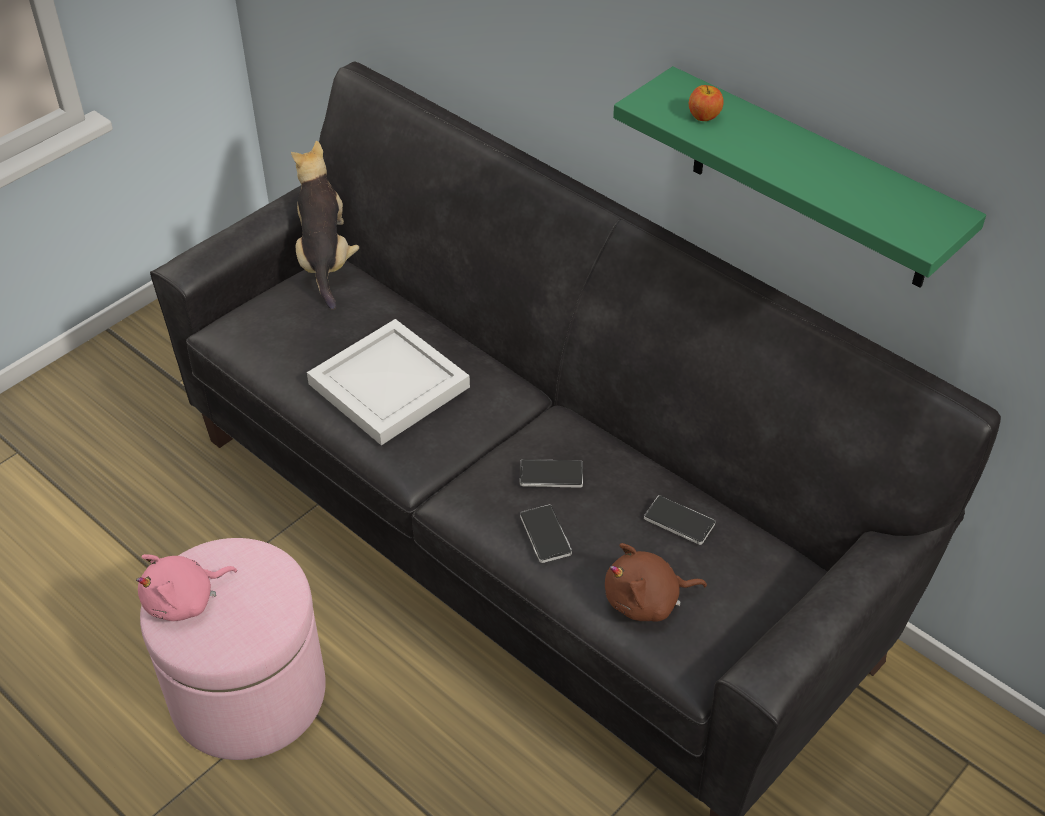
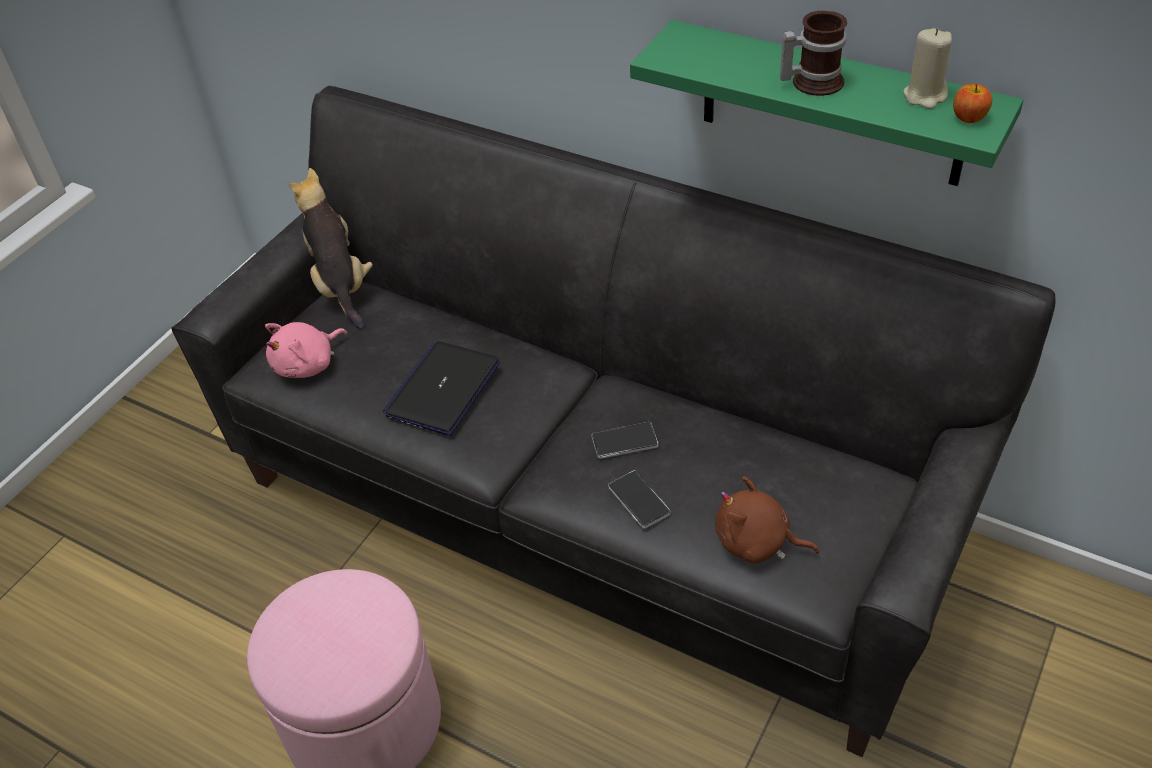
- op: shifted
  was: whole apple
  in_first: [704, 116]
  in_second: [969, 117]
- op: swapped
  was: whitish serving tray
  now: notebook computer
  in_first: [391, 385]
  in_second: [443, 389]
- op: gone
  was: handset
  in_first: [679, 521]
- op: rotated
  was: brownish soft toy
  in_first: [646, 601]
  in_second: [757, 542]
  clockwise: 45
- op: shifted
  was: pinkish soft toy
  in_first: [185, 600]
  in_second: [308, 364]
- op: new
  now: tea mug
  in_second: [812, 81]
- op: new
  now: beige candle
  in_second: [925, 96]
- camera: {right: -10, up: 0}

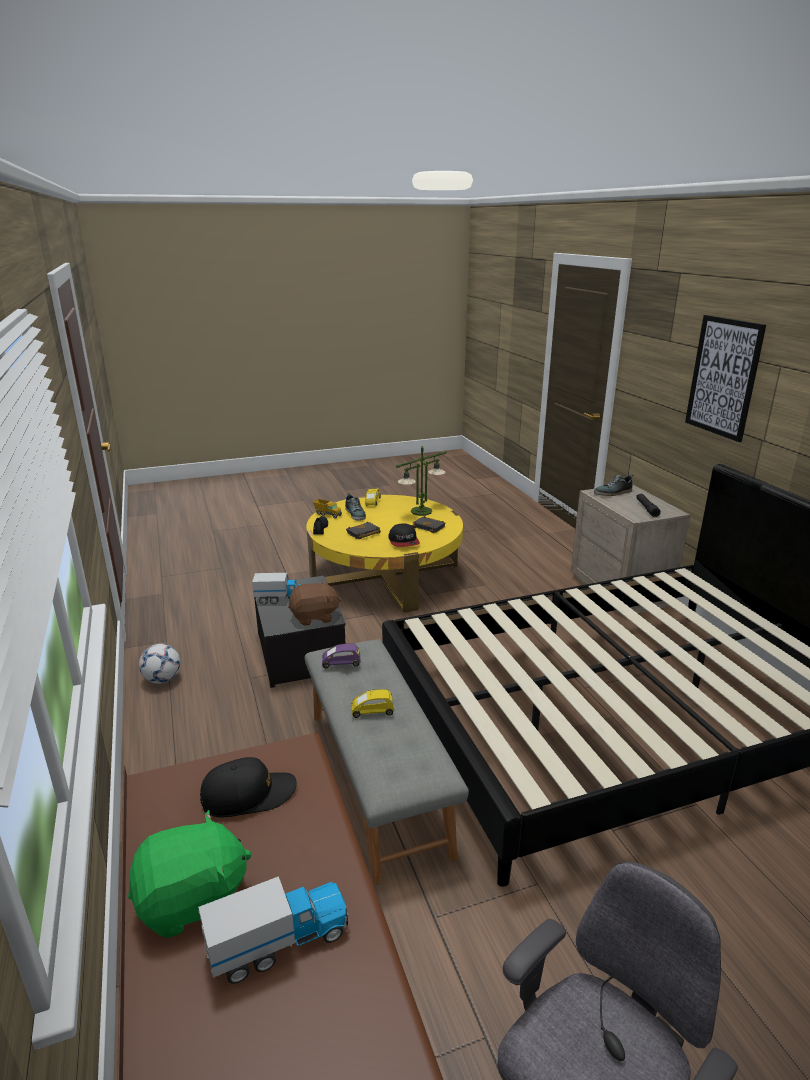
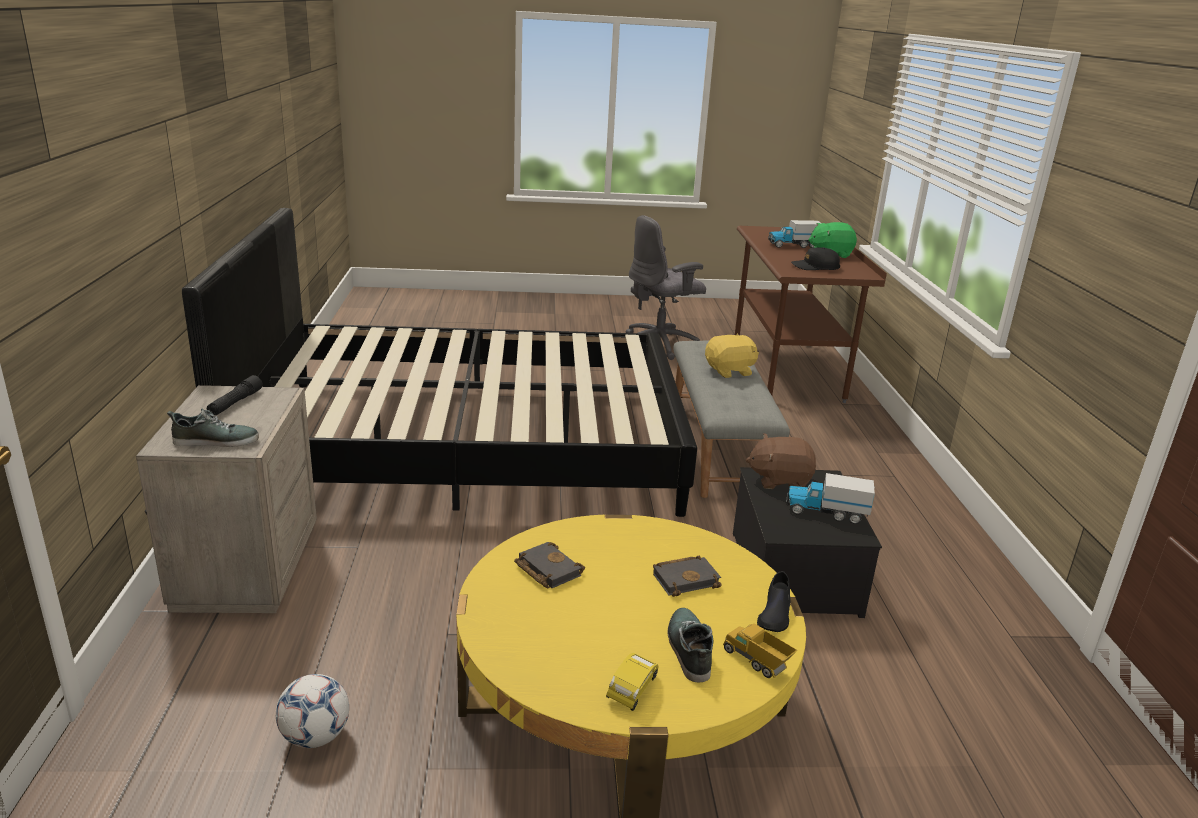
- op: gone
  was: wall picture
  in_first: [723, 377]
- op: gone
  was: lamp for a table
  in_first: [421, 511]
- op: gone
  was: cap
  in_first: [404, 541]
- op: gone
  was: purple model car
  in_first: [341, 664]
- op: shifted
  was: football
  in_first: [162, 679]
  in_second: [315, 737]
- op: swapped
  was: yellow-coloured model car
  now: yellow-coloured soft toy
  in_first: [372, 712]
  in_second: [730, 371]
- camera: {right: -165, up: 0}

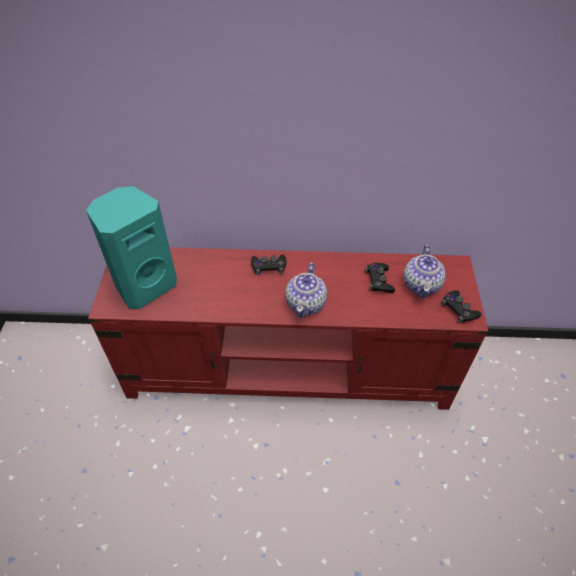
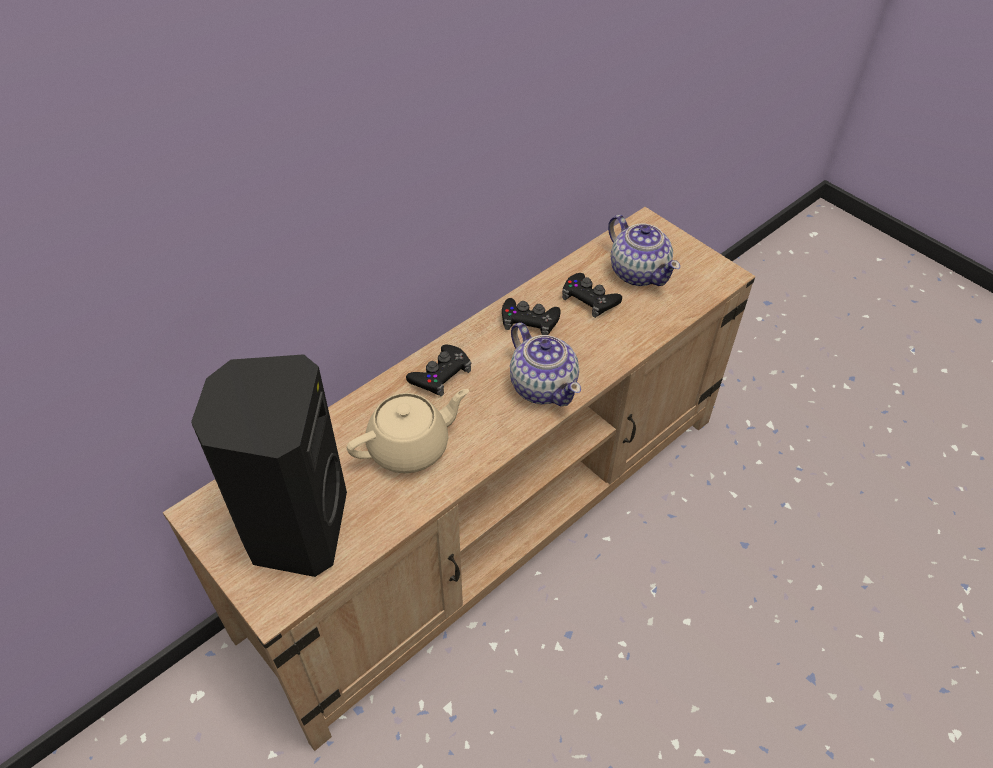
- op: repainted
  was: turquoise speaker
  now: black speaker
  in_first: [145, 285]
  in_second: [295, 527]
- op: repainted
  was: red tv unit
  now: beige tv unit
  in_first: [289, 368]
  in_second: [494, 519]
- op: shifted
  was: black game controller
  in_first: [459, 310]
  in_second: [529, 321]
- op: new
  now: beige pot for tea
  in_second: [410, 447]
- camera: {right: -45, up: 0}

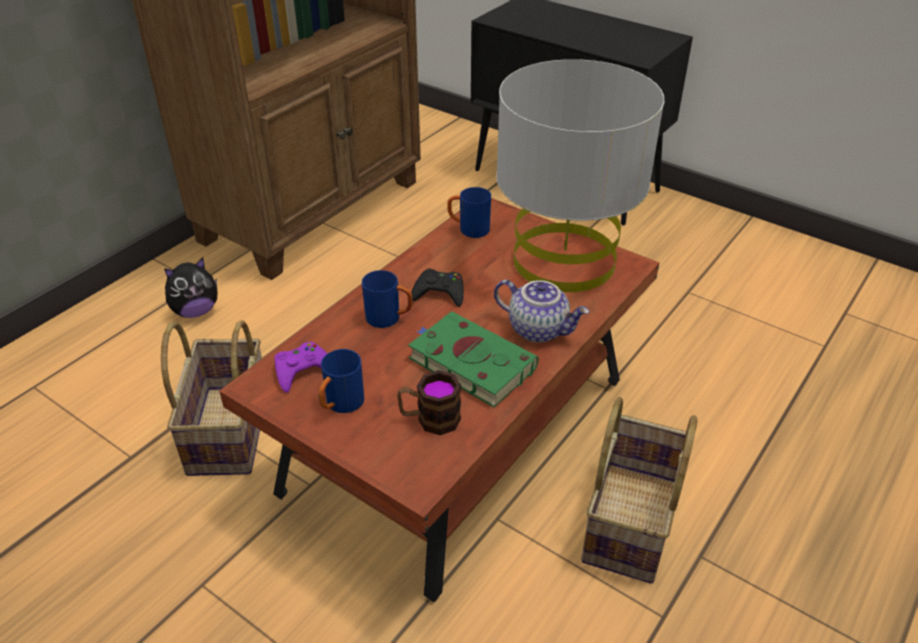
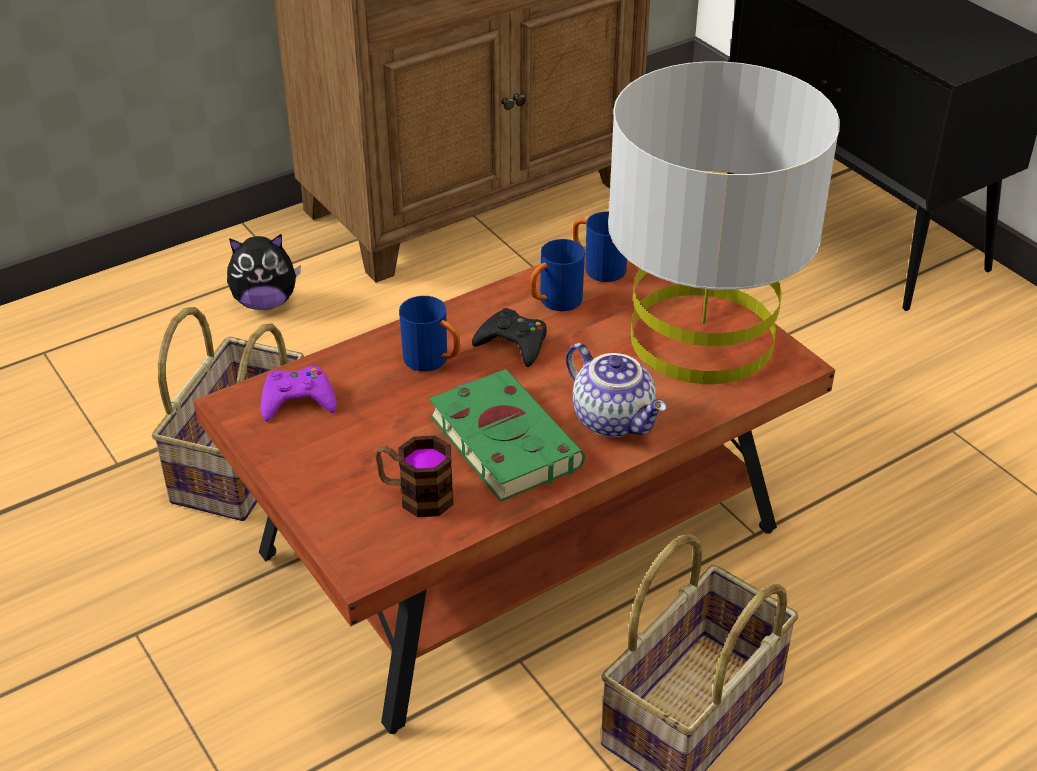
- op: shifted
  was: bluish tea mug
  in_first: [340, 405]
  in_second: [554, 303]
- camera: {right: 20, up: 0}

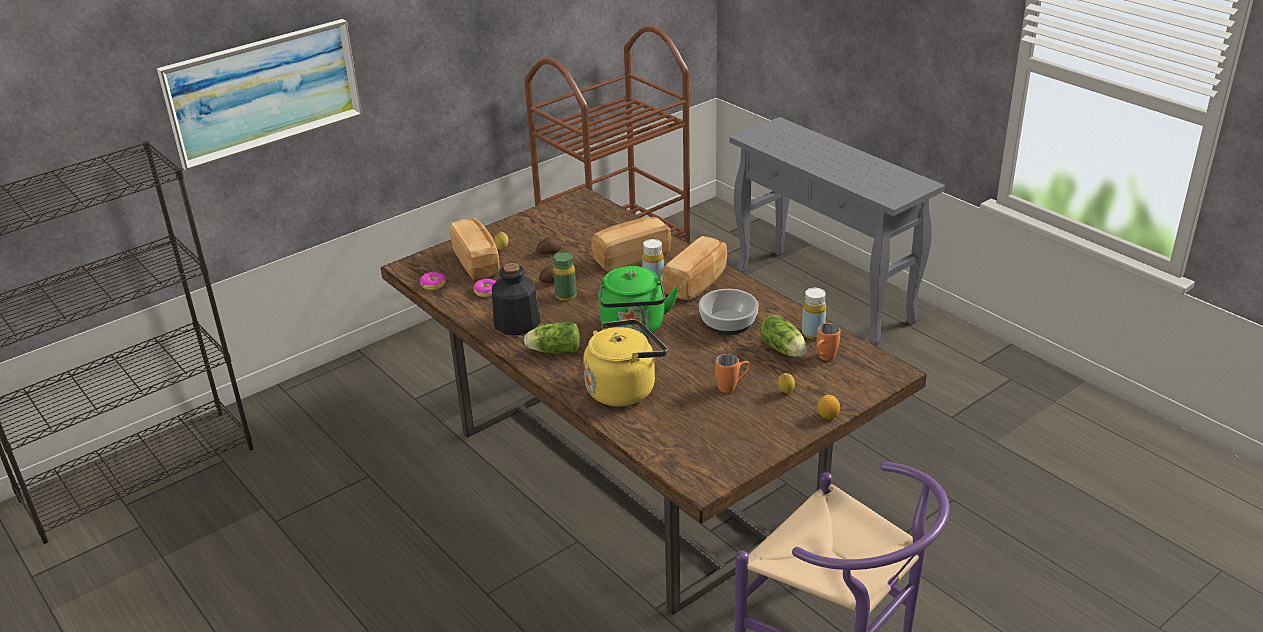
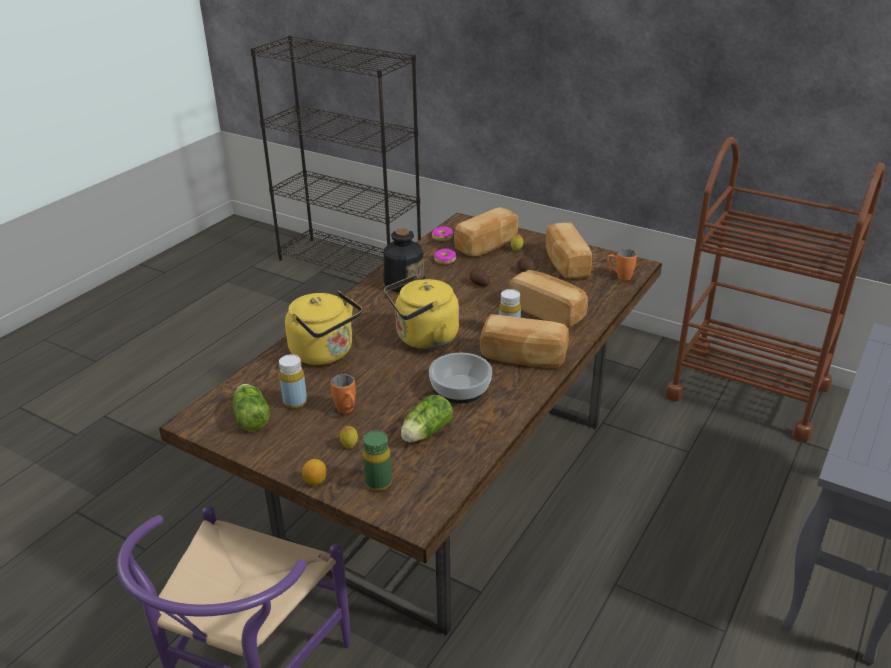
- op: gone
  was: wall picture
  in_first: [263, 91]
- op: shifted
  was: greenish bottle
  in_first: [566, 295]
  in_second: [378, 482]
- op: repainted
  was: greenish water kettle
  now: yellow-coloured water kettle
  in_first: [633, 328]
  in_second: [423, 338]
- op: shifted
  was: yellow-coloured bottle
  in_first: [813, 333]
  in_second: [295, 402]
- op: shifted
  was: lettuce head
  in_first: [553, 350]
  in_second: [251, 417]
- op: shifted
  was: orange-coloured tea mug
  in_first: [824, 359]
  in_second: [619, 277]
- op: new
  now: bread
  in_second: [565, 264]
- camera: {right: 70, up: 0}

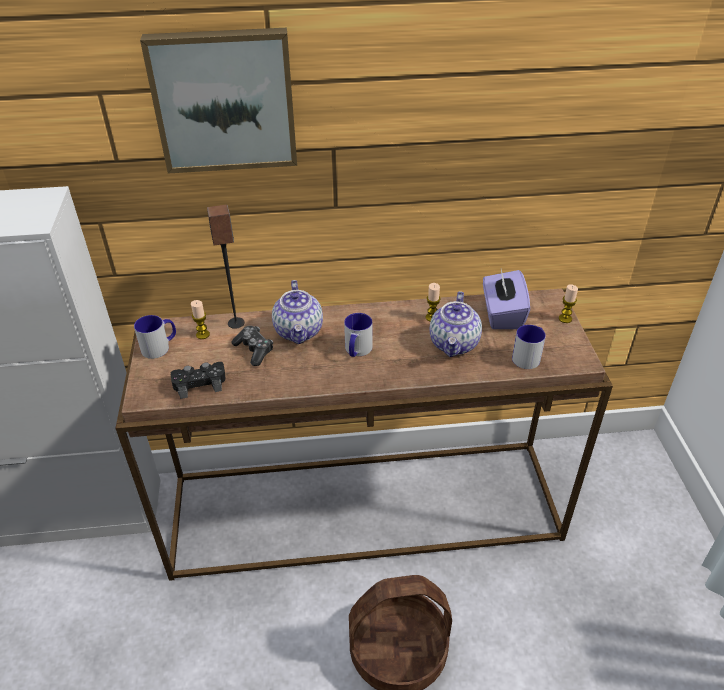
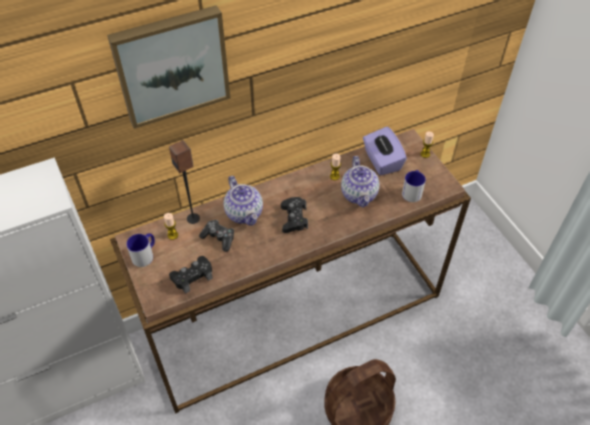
- op: swapped
  was: tea mug
  now: black game controller
  in_first: [357, 351]
  in_second: [294, 218]
- camera: {right: -20, up: 10}

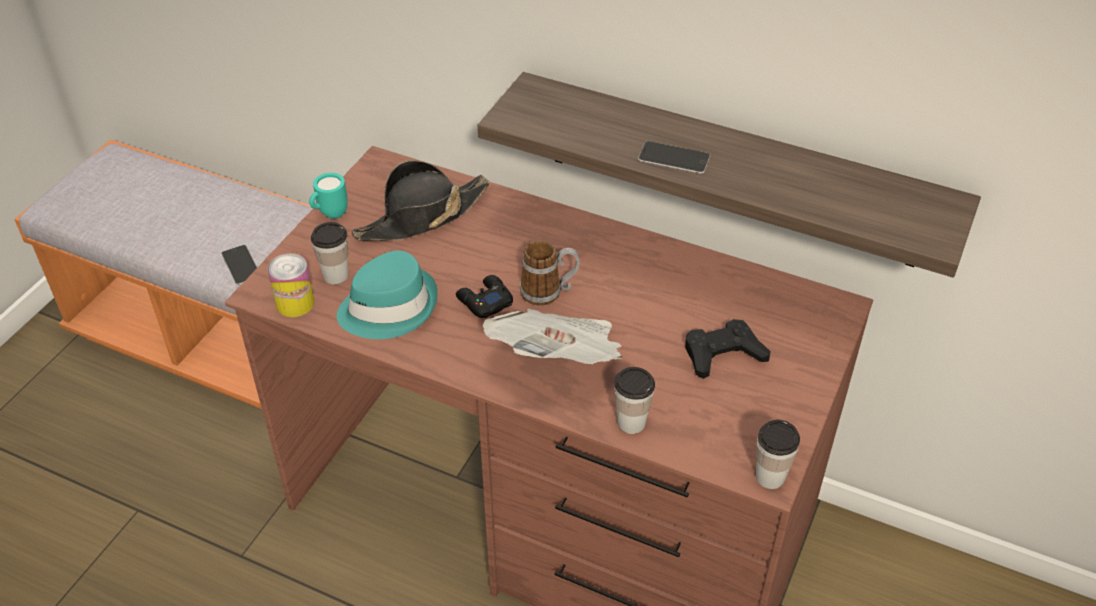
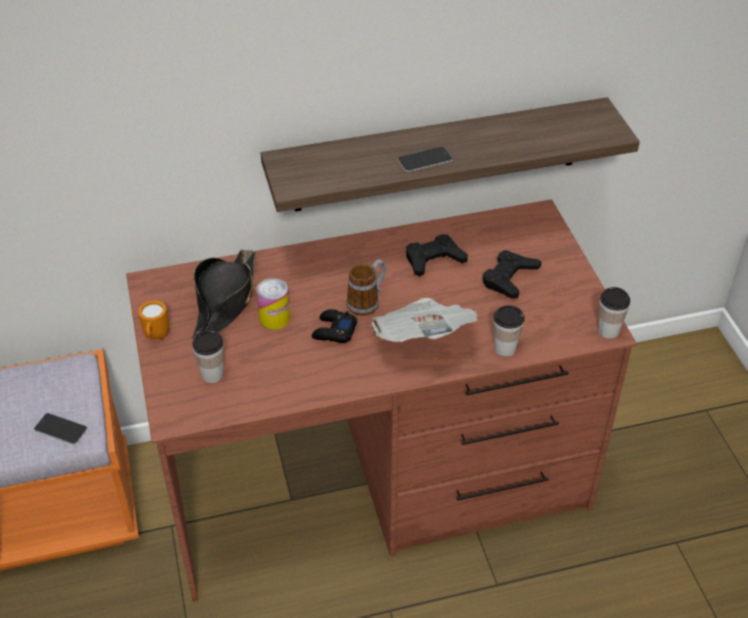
- op: repainted
  was: turquoise tea mug
  now: orange-coloured tea mug
  in_first: [330, 214]
  in_second: [156, 337]
- op: gone
  was: turquoise hat
  in_first: [388, 307]
- op: shifted
  was: can
  in_first: [295, 303]
  in_second: [274, 318]
- op: new
  now: black game controller
  in_second: [434, 259]
- camera: {right: -40, up: 0}

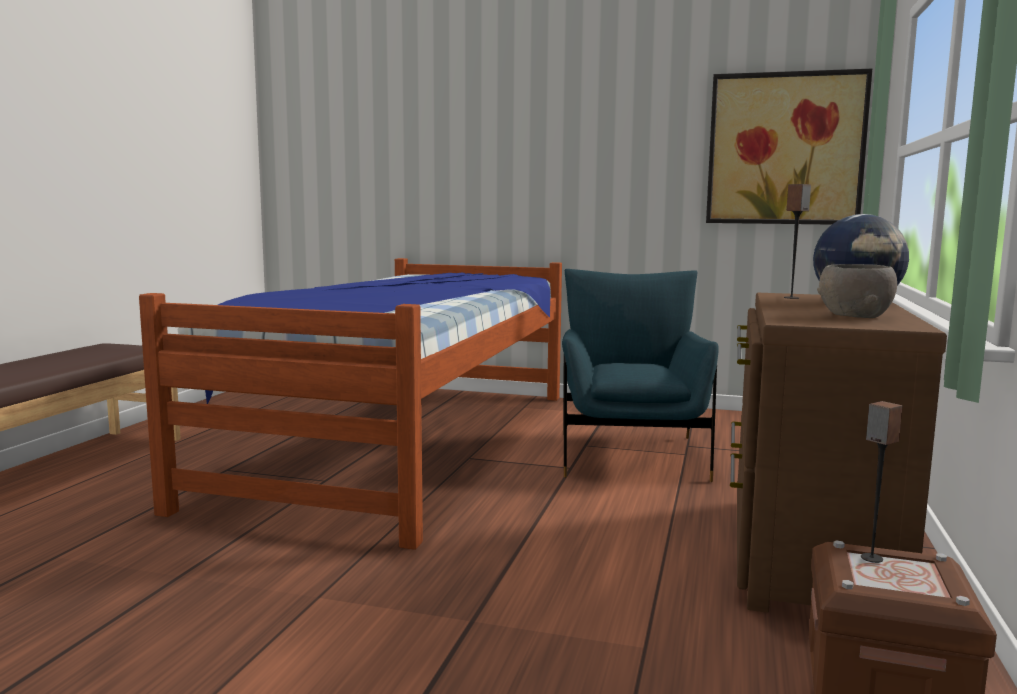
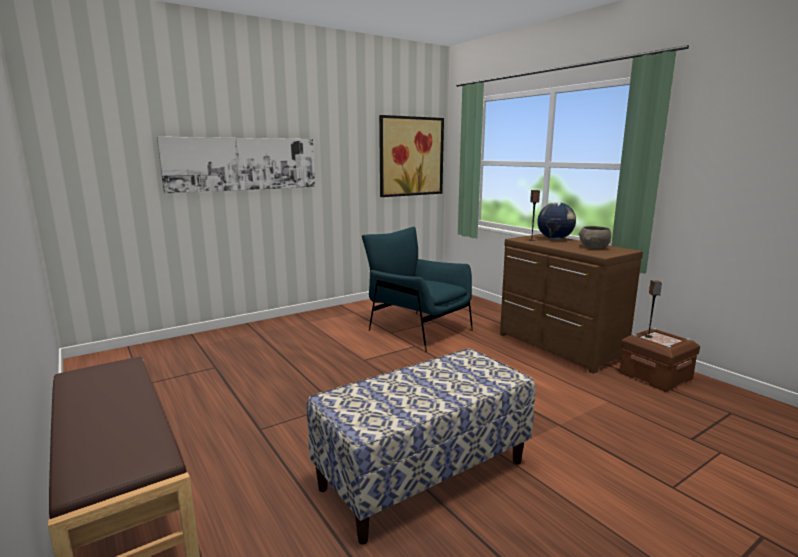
- op: gone
  was: bed
  in_first: [402, 442]
- op: new
  now: wall picture
  in_second: [243, 164]
- op: new
  now: bench
  in_second: [423, 474]
- camera: {right: -50, up: 5}

